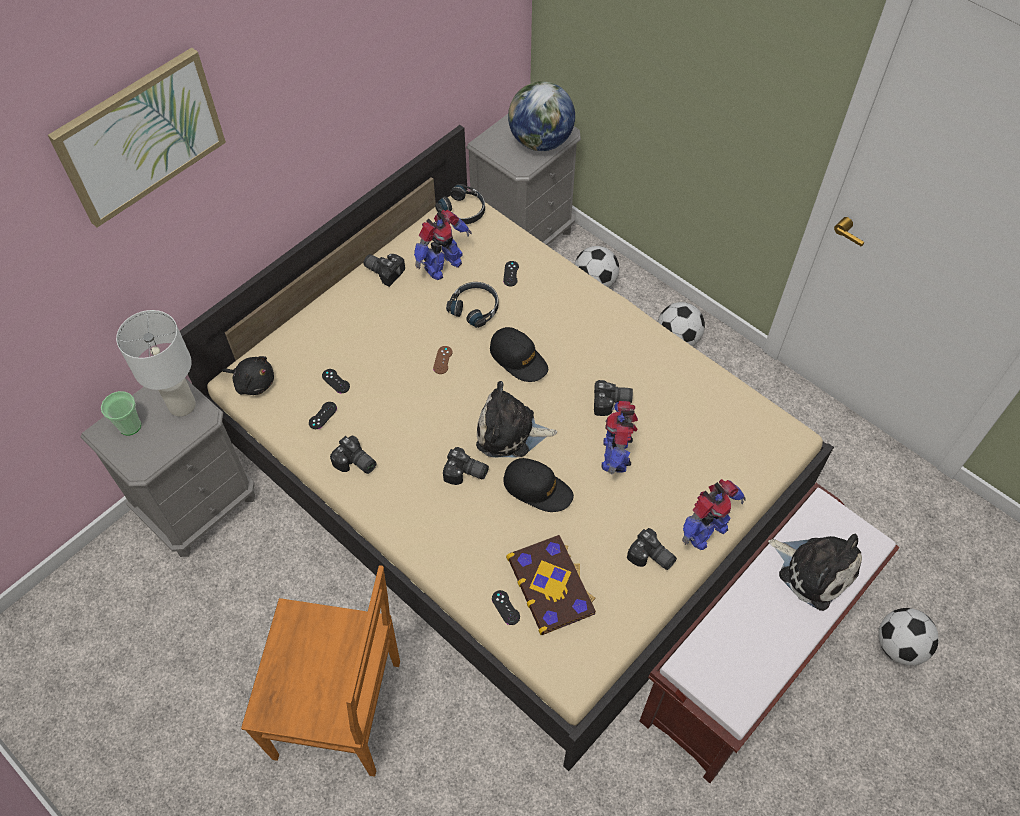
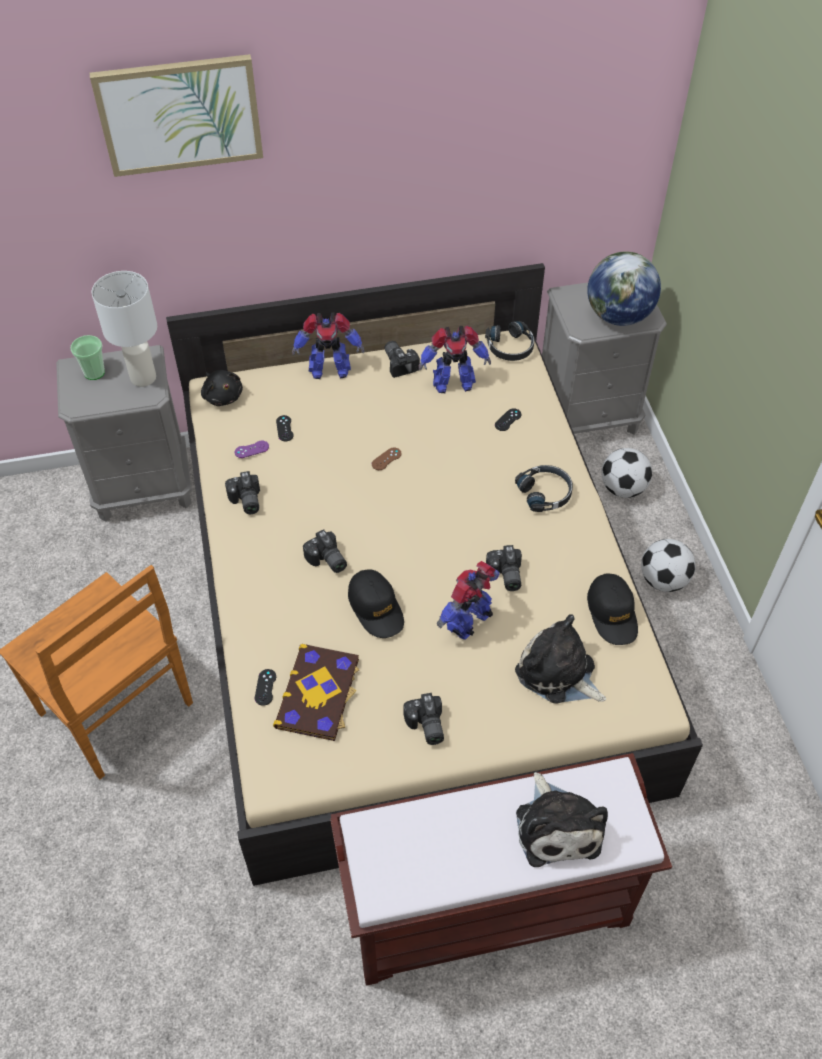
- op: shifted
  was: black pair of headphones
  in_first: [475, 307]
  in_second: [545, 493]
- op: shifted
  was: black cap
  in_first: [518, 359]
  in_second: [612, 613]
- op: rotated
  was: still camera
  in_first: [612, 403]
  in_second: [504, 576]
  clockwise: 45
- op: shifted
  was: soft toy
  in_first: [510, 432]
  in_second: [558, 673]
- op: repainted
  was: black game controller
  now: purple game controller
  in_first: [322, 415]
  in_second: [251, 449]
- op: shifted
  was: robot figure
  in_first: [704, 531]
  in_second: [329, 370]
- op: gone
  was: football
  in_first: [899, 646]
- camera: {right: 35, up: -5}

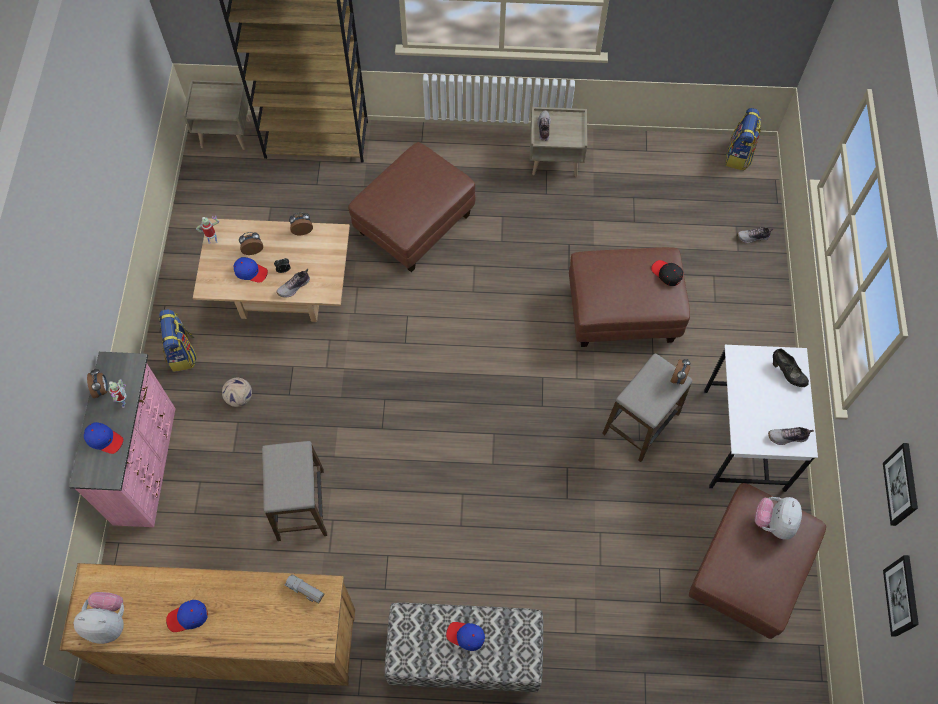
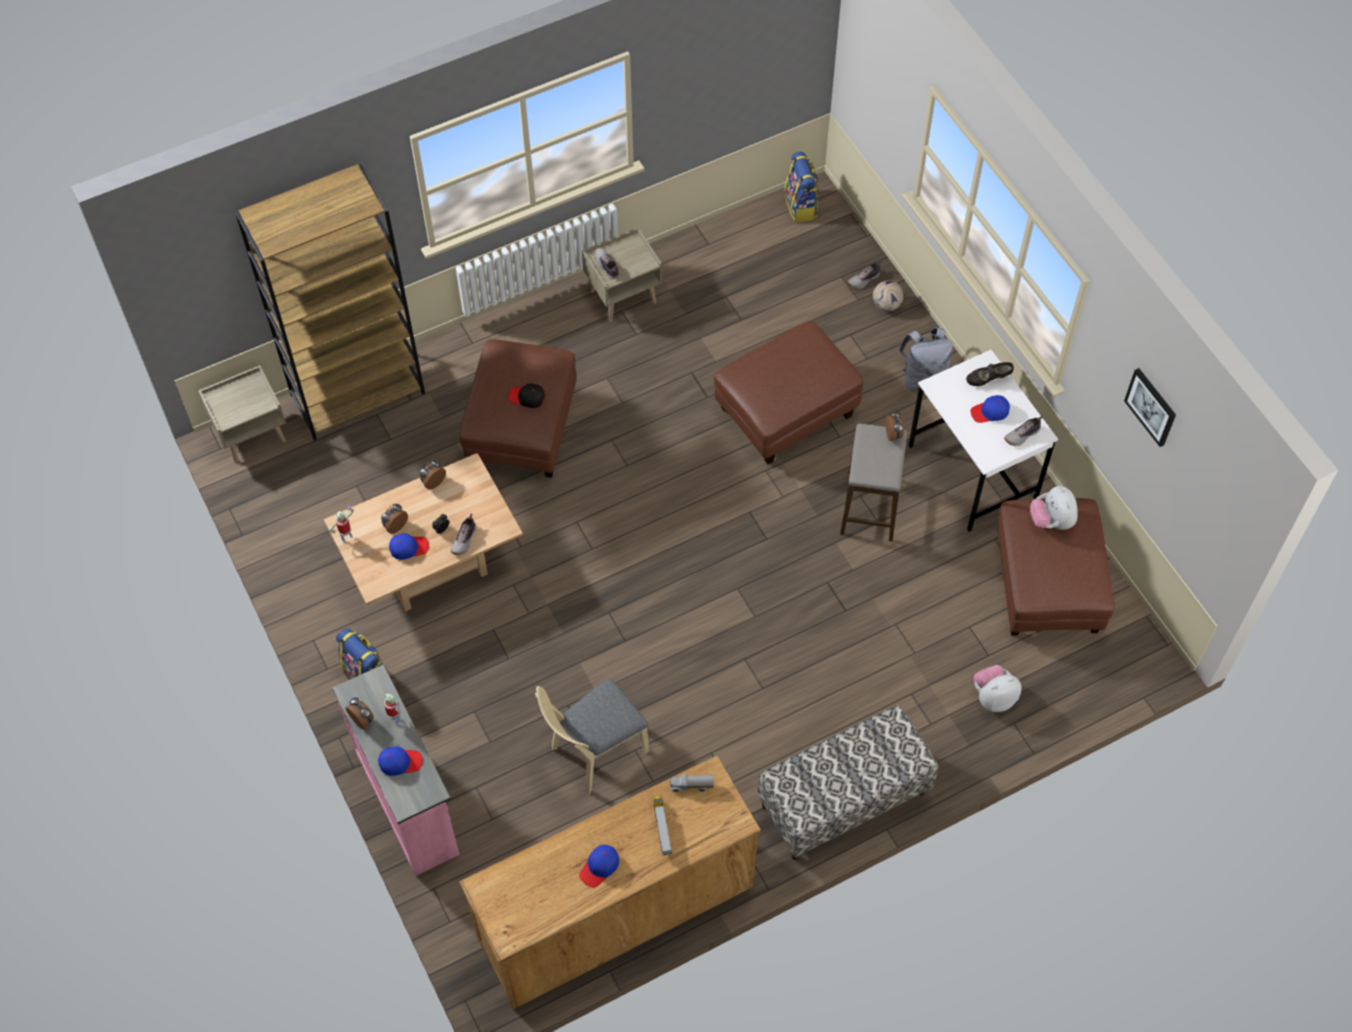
- op: shifted
  was: black cap
  in_first: [666, 274]
  in_second: [527, 398]
- op: rotated
  was: black shoe
  in_first: [787, 373]
  in_second: [988, 380]
  clockwise: 150
- op: shifted
  was: football
  in_first: [240, 398]
  in_second: [887, 305]
- op: swapped
  was: stool
  now: beige plain chair
  in_first: [300, 505]
  in_second: [594, 753]
- op: gone
  was: wall picture
  in_first: [902, 596]
- op: shifted
  was: soft toy
  in_first: [108, 622]
  in_second: [993, 697]
- op: shifted
  was: bluish cap
  in_first: [466, 636]
  in_second: [990, 412]
- op: new
  now: greyish backpack
  in_second: [923, 378]
- op: new
  now: toy lorry
  in_second: [662, 828]
- camera: {right: -30, up: -5}

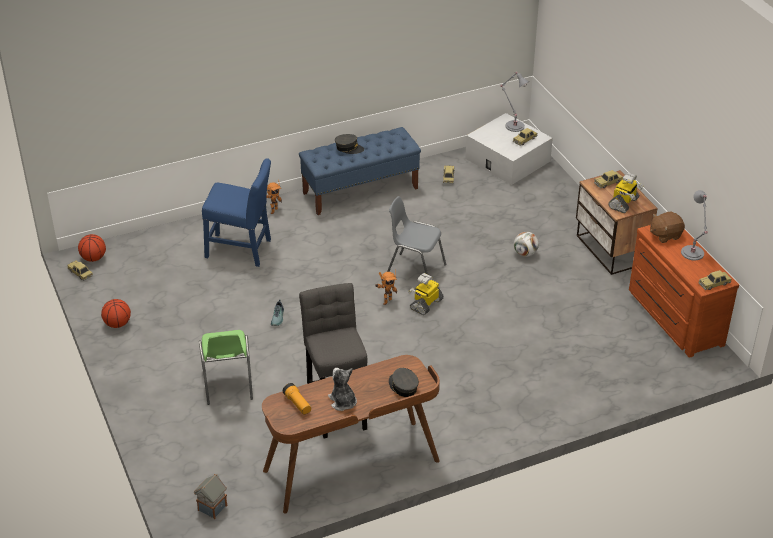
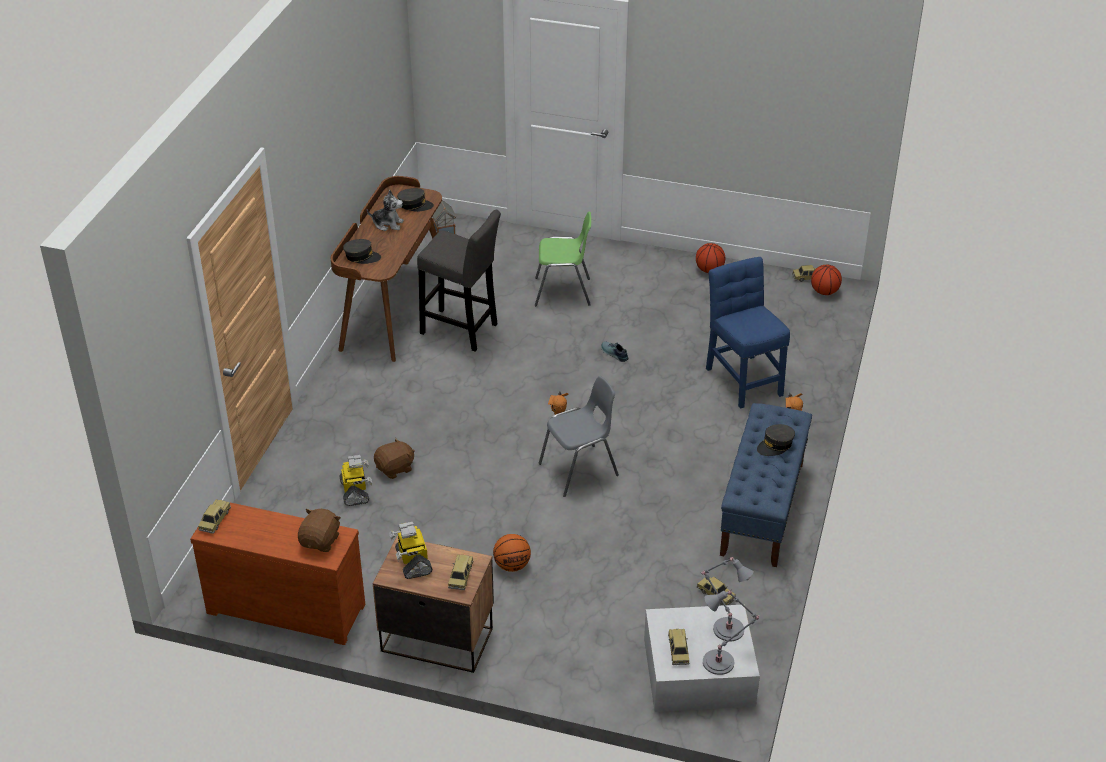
- op: rotated
  was: bluish plain chair
  in_first: [241, 250]
  in_second: [742, 378]
  clockwise: 105
- op: shifted
  was: greyish lamp for a table
  in_first: [692, 254]
  in_second: [726, 628]
- op: swapped
  was: football
  now: basketball
  in_first: [525, 253]
  in_second: [512, 565]
- op: shifted
  was: robot figure
  in_first: [426, 304]
  in_second: [355, 492]
- op: rotated
  was: greenish plain chair
  in_first: [227, 384]
  in_second: [563, 292]
  clockwise: 150
- op: swapped
  was: flashlight
  now: greyish cap
  in_first: [297, 404]
  in_second: [415, 205]
- op: new
  now: brownish soft toy
  in_second: [395, 468]
- camera: {right: 130, up: 0}

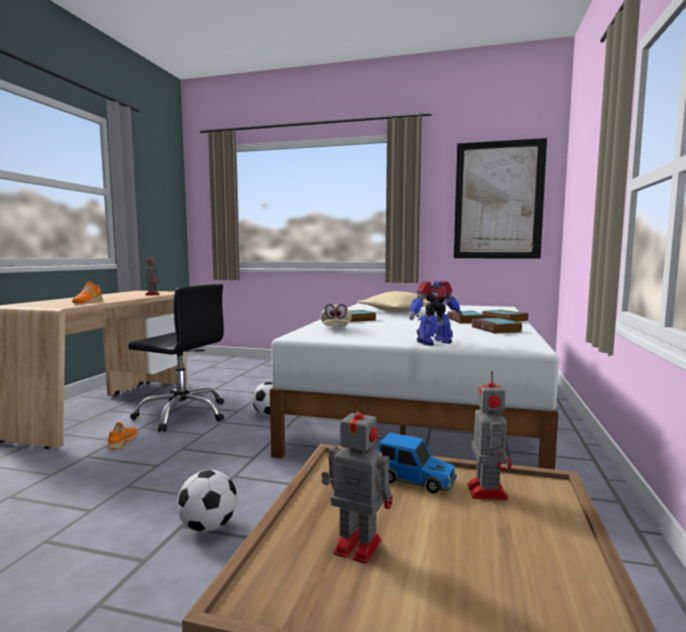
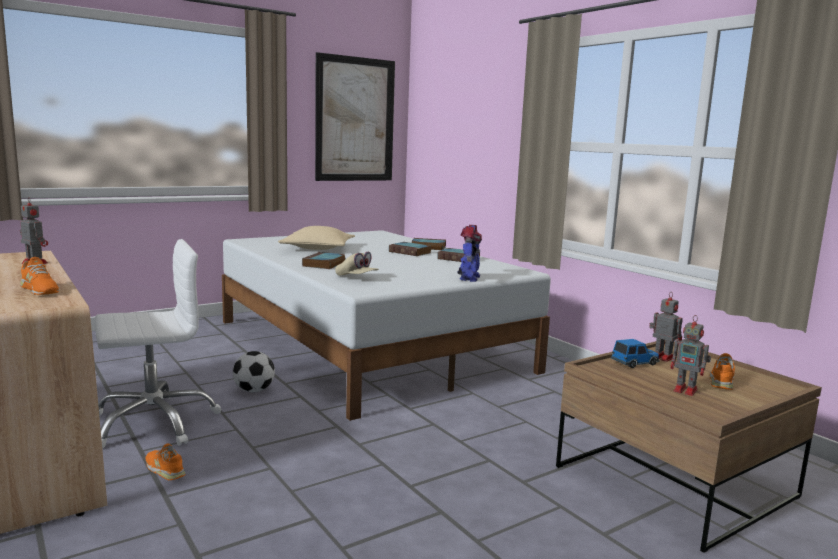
- op: repainted
  was: black computer chair
  now: whitish computer chair
  in_first: [183, 414]
  in_second: [154, 422]
- op: rotated
  was: robot figure
  in_first: [355, 546]
  in_second: [687, 390]
  clockwise: -120
- op: gone
  was: football
  in_first: [208, 527]
- op: new
  now: orange-coloured shoe
  in_second: [722, 381]
- camera: {right: -50, up: 5}

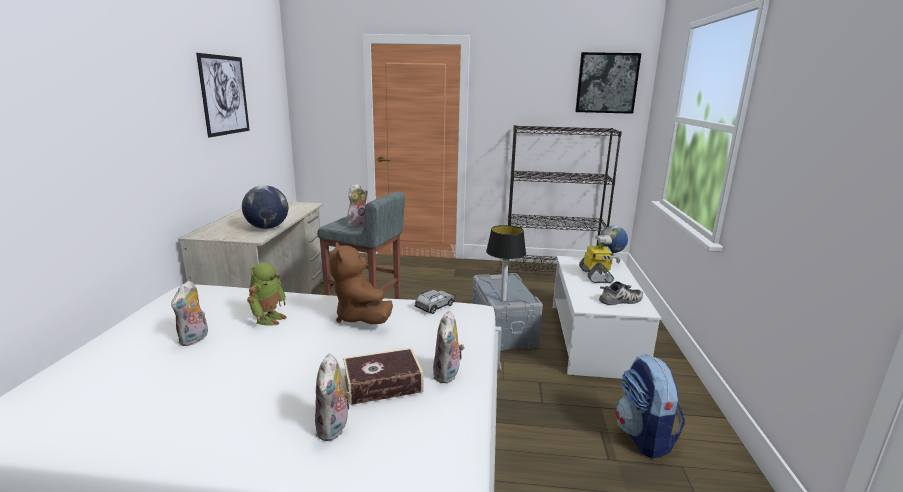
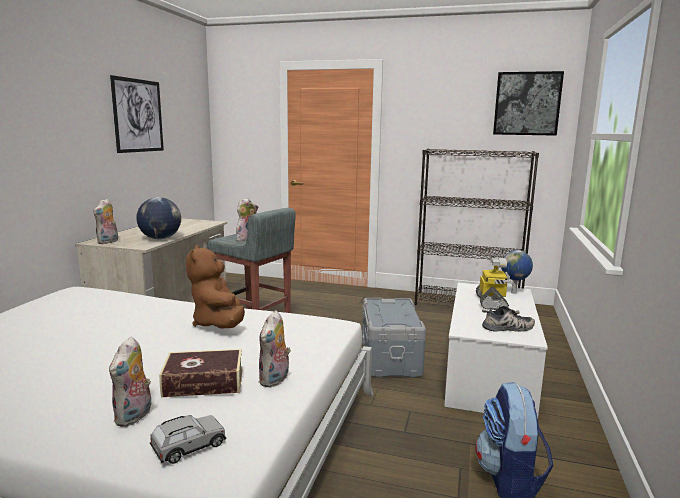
- op: gone
  was: lamp for a table
  in_first: [503, 299]
- op: gone
  was: robot figure
  in_first: [269, 318]
- op: shifted
  was: soft toy
  in_first: [195, 339]
  in_second: [108, 242]
- op: shifted
  was: greyish model car
  in_first: [434, 307]
  in_second: [188, 447]
- camera: {right: 10, up: -5}

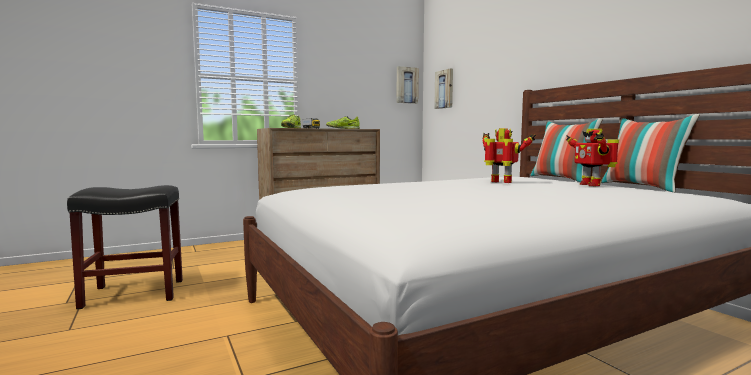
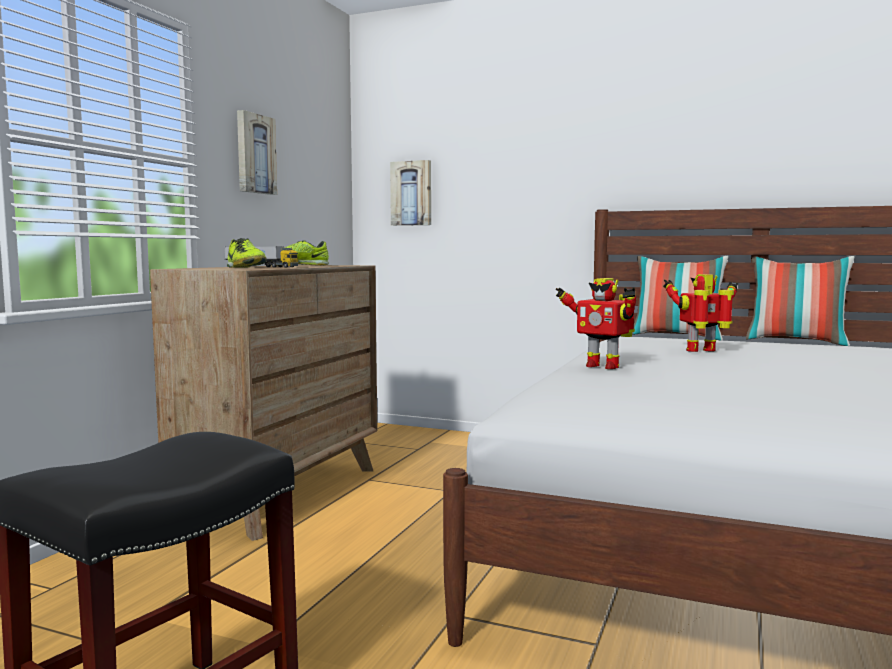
- op: shifted
  was: wall picture
  in_first: [406, 85]
  in_second: [254, 154]
- op: shifted
  was: robot figure
  in_first: [591, 185]
  in_second: [602, 366]
- camera: {right: -40, up: 0}

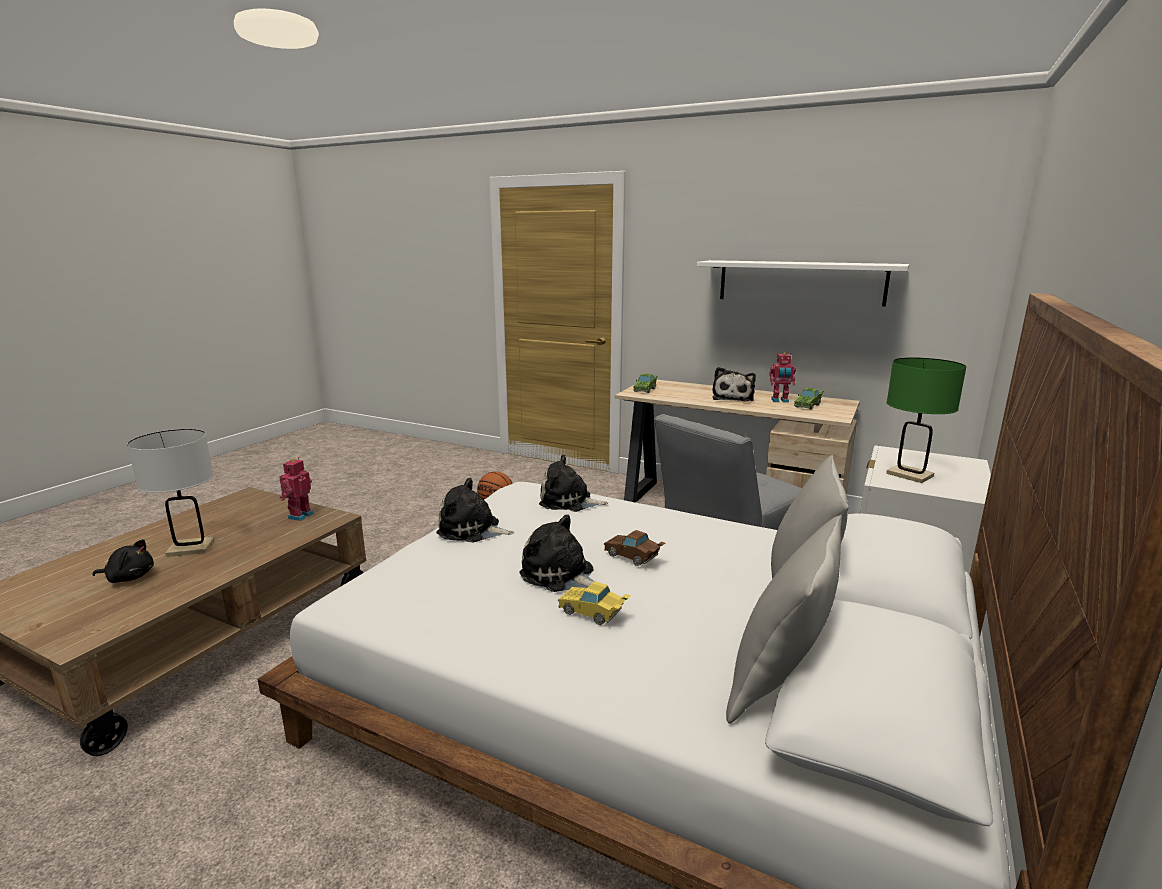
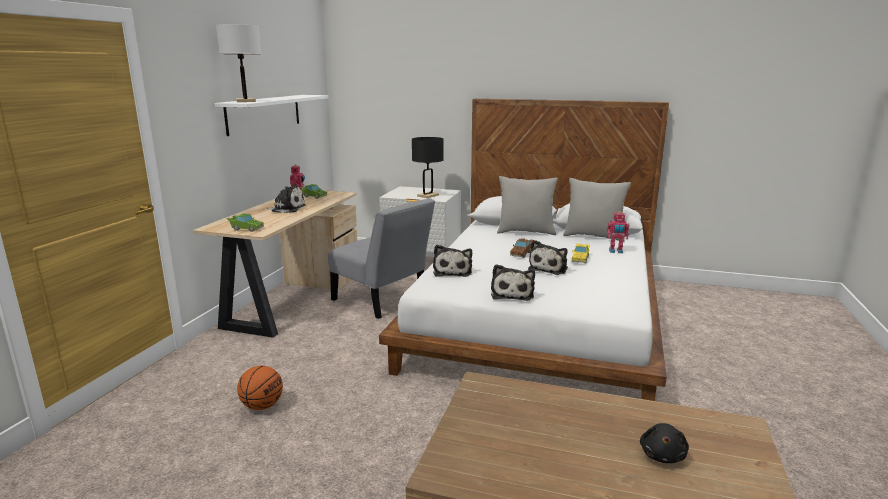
- op: repainted
  was: greenish lamp for a table
  now: black lamp for a table
  in_first: [910, 475]
  in_second: [428, 195]
- op: shifted
  was: whitish lamp for a table
  in_first: [190, 548]
  in_second: [245, 101]
- op: shifted
  was: robot figure
  in_first: [299, 515]
  in_second: [616, 251]
- op: rotated
  was: black soft toy
  in_first: [129, 577]
  in_second: [662, 455]
  clockwise: -150
- camera: {right: -100, up: 0}

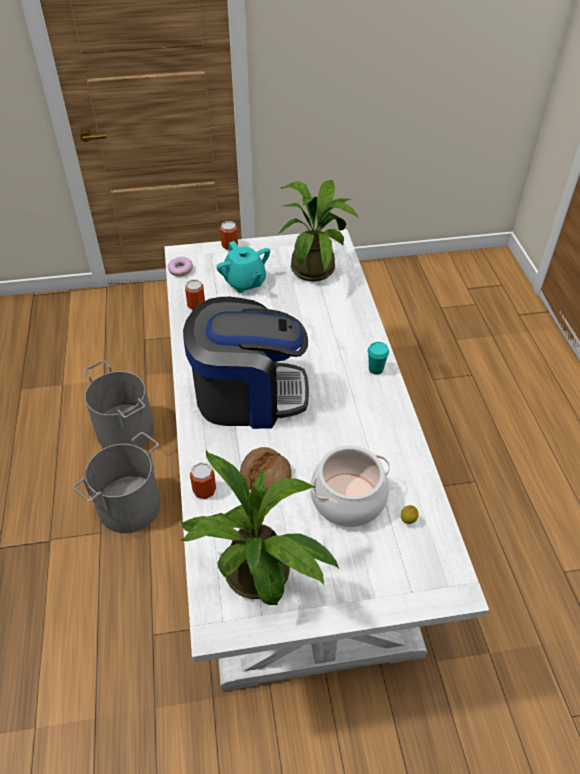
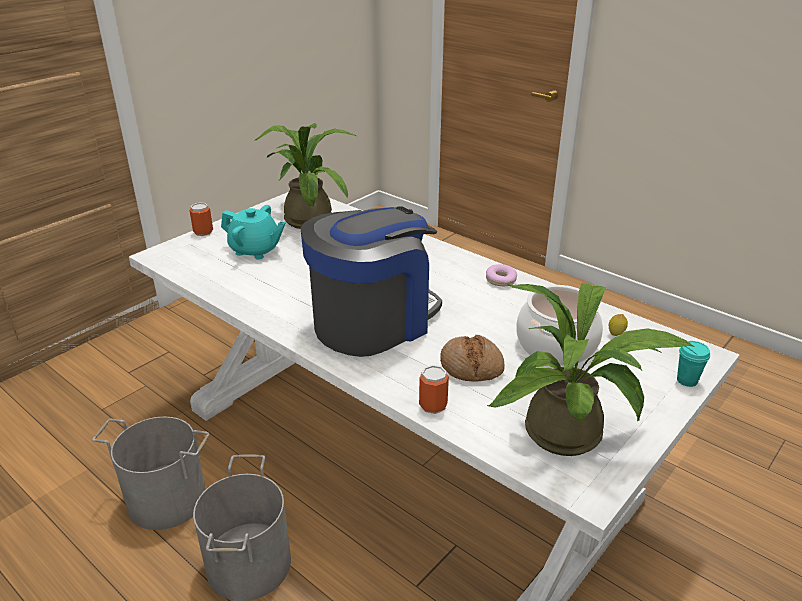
- op: shifted
  was: doughnut
  in_first: [180, 270]
  in_second: [500, 280]
- op: gone
  was: can
  in_first: [196, 305]
- op: shifted
  was: turquoise small cup
  in_first: [376, 369]
  in_second: [687, 380]
- camera: {right: -40, up: -15}

